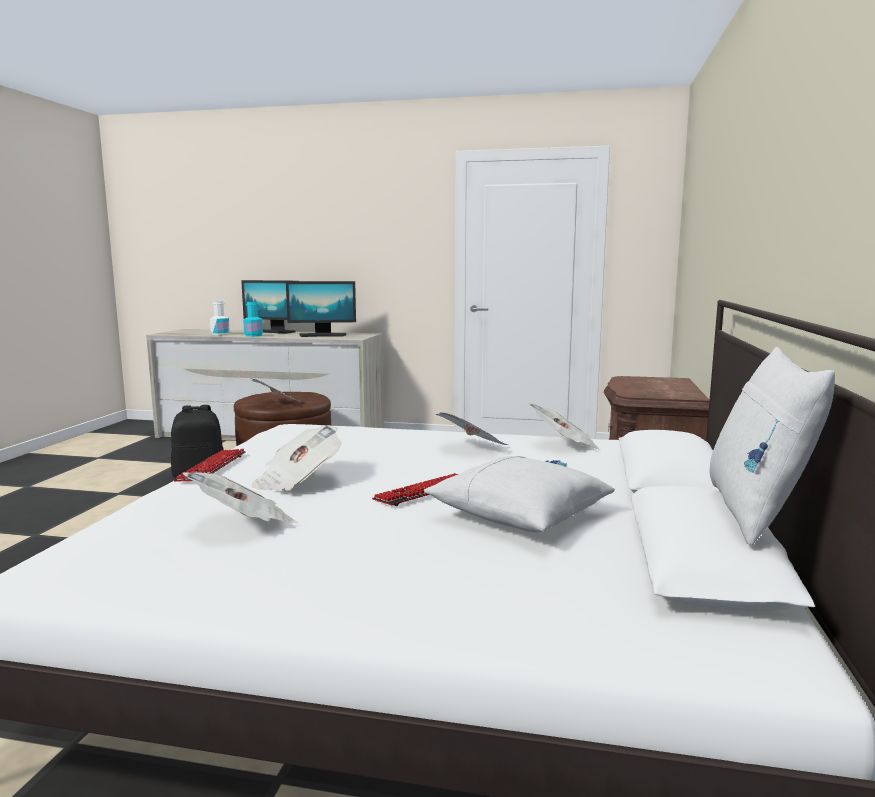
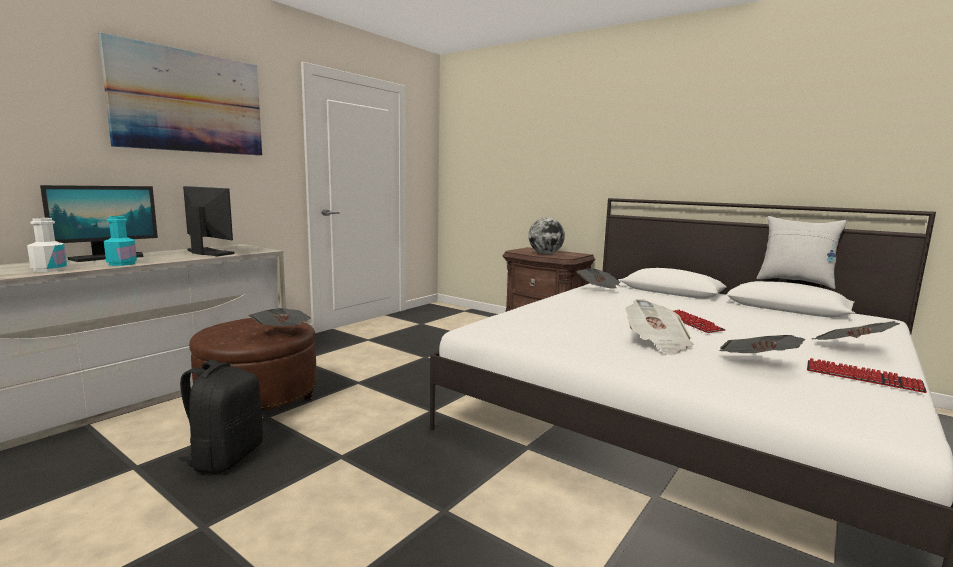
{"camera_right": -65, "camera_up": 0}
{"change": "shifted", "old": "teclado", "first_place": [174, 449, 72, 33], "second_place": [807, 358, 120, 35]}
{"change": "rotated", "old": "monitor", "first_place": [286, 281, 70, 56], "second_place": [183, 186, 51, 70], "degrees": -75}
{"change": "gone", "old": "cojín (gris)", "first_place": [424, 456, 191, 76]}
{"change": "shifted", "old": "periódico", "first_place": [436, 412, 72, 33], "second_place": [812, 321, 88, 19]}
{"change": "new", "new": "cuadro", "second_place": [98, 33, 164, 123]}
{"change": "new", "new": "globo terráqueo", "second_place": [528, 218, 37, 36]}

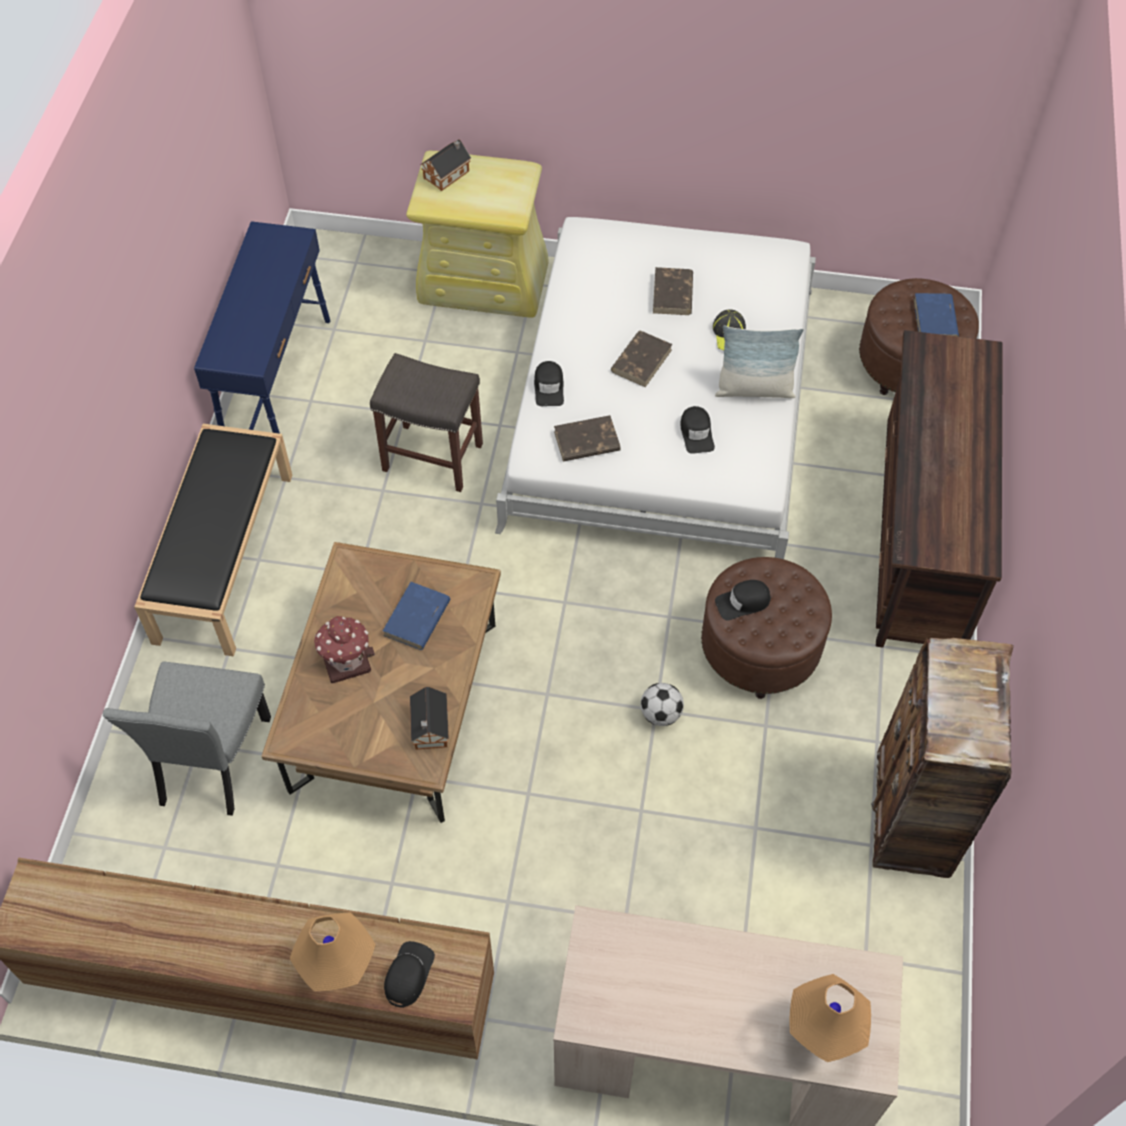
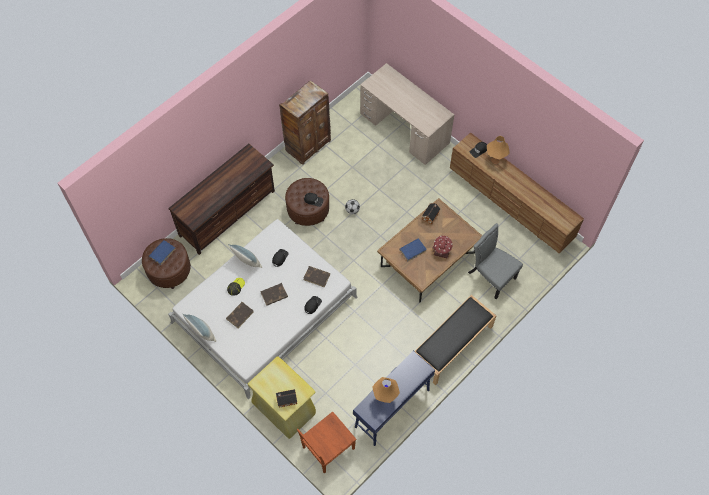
{"camera_right": -145, "camera_up": 5}
{"change": "rotated", "old": "silla (gris)", "first_place": [103, 661, 168, 155], "second_place": [468, 223, 55, 76], "degrees": -90}
{"change": "gone", "old": "taburete (gris)", "first_place": [370, 353, 113, 139]}
{"change": "shifted", "old": "lámpara de mesa (naranja)", "first_place": [789, 974, 82, 88], "second_place": [372, 377, 28, 26]}
{"change": "new", "new": "cojín", "second_place": [183, 314, 33, 28]}
{"change": "new", "new": "silla (marrón)", "second_place": [297, 412, 59, 62]}

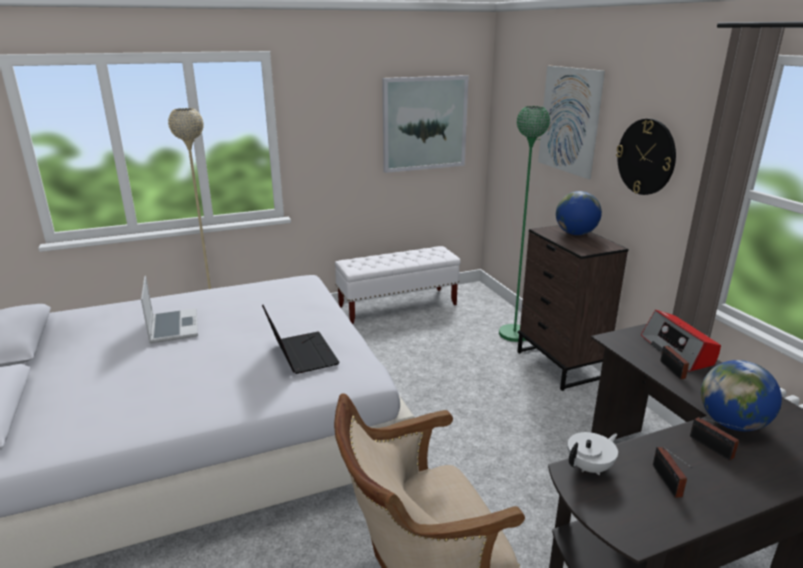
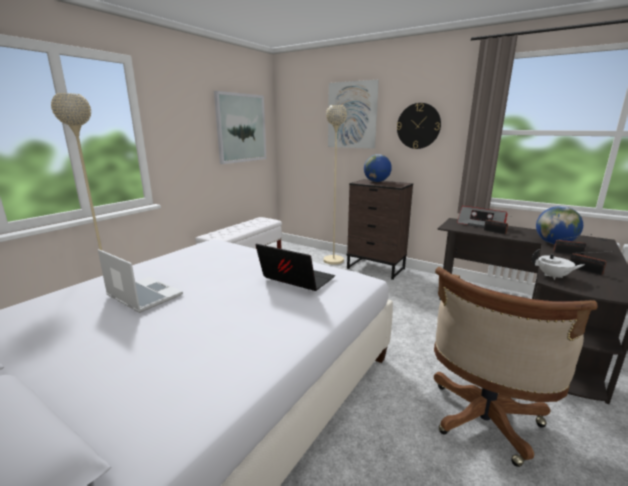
{"camera_right": -35, "camera_up": -5}
{"change": "repainted", "old": "lámpara de pie (verde)", "new": "lámpara de pie (beis)", "first_place": [499, 106, 51, 236], "second_place": [323, 105, 24, 160]}
{"change": "rotated", "old": "tetera (blanco)", "first_place": [568, 432, 50, 43], "second_place": [532, 249, 52, 31], "degrees": 90}

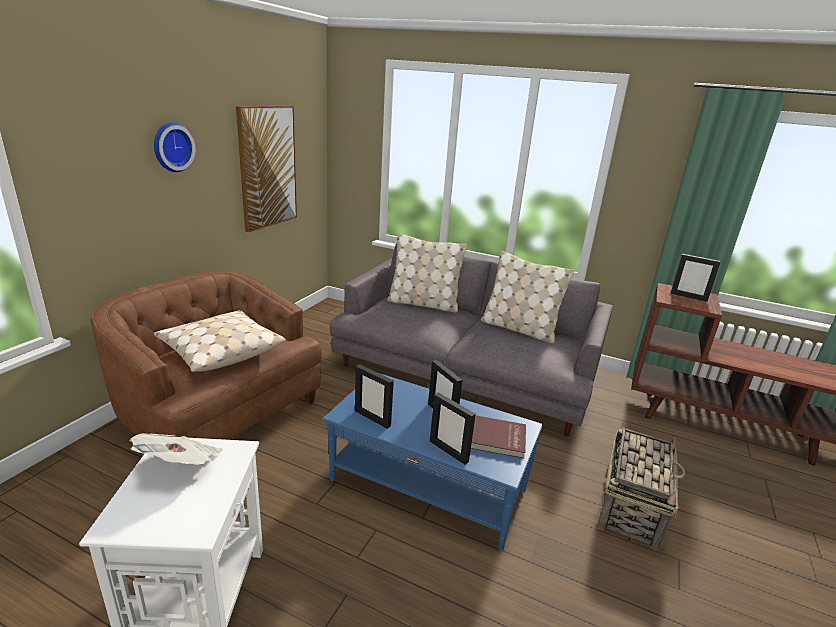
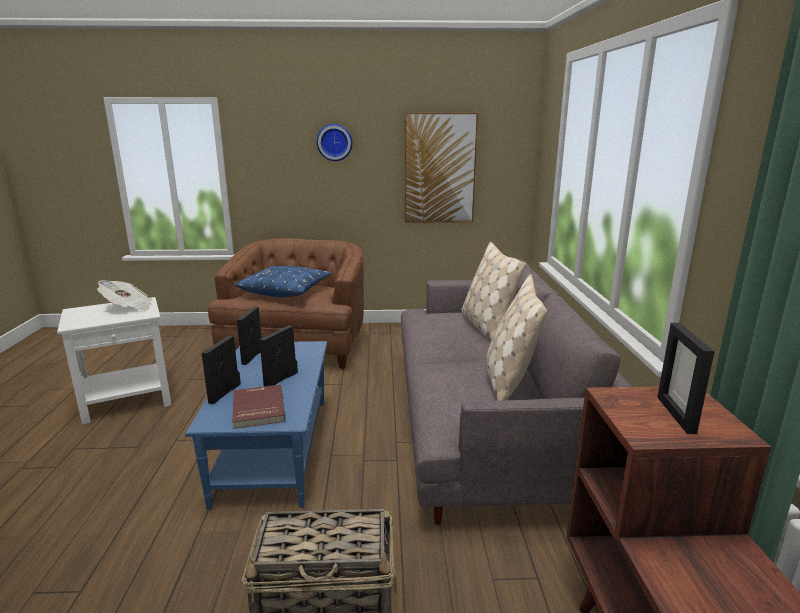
{"camera_right": 65, "camera_up": -5}
{"change": "repainted", "old": "cojín (beis)", "new": "cojín (azul)", "first_place": [154, 310, 132, 62], "second_place": [234, 266, 98, 31]}

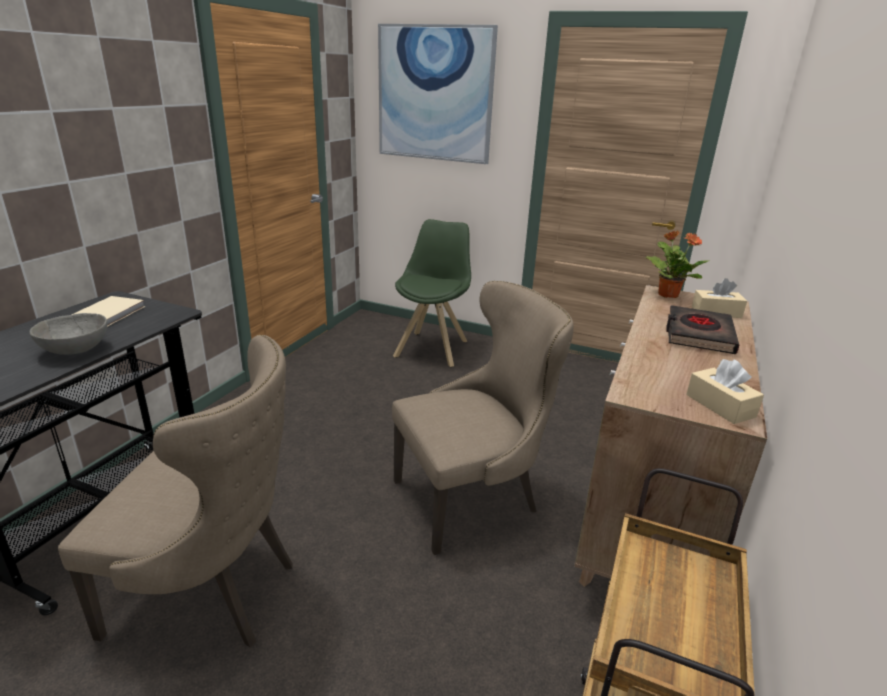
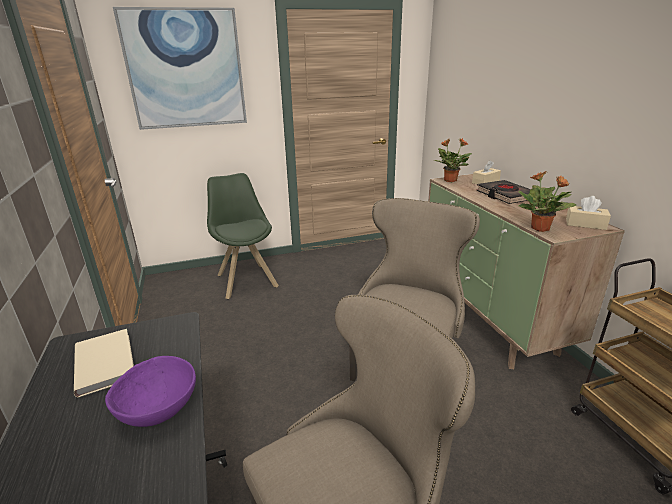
{"camera_right": -40, "camera_up": 0}
{"change": "repainted", "old": "cuenco (gris)", "new": "cuenco (morado)", "first_place": [30, 313, 77, 42], "second_place": [105, 356, 91, 71]}
{"change": "new", "new": "planta en maceta", "second_place": [518, 171, 58, 61]}

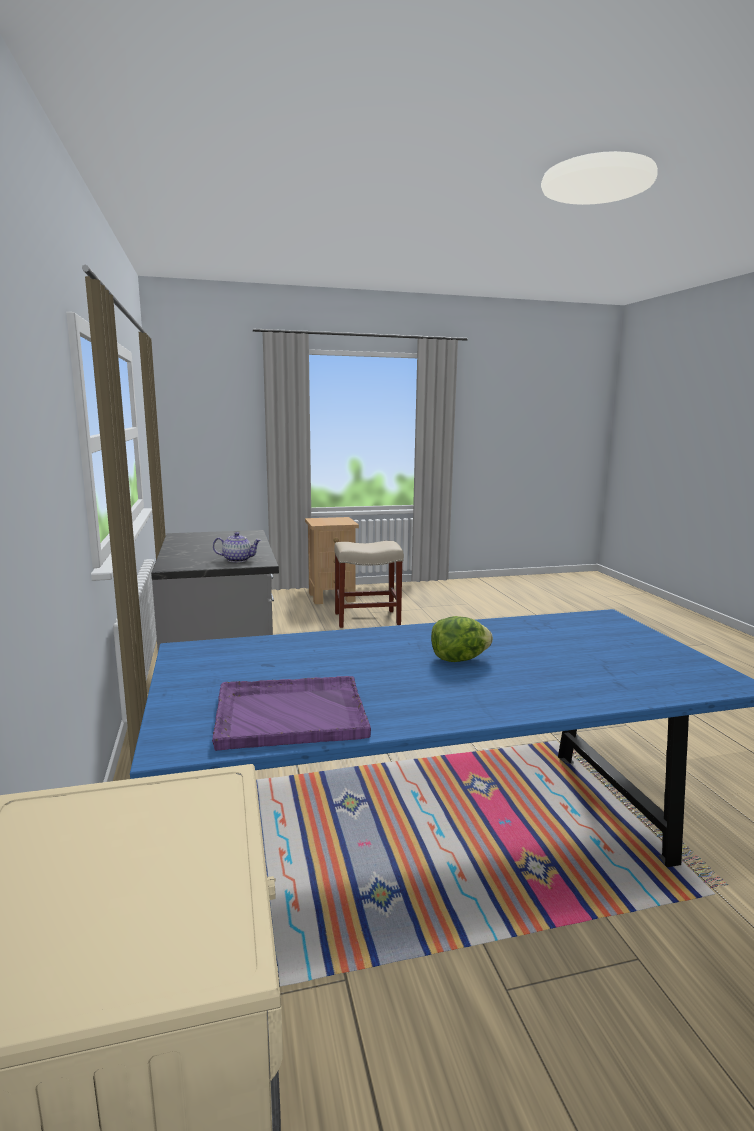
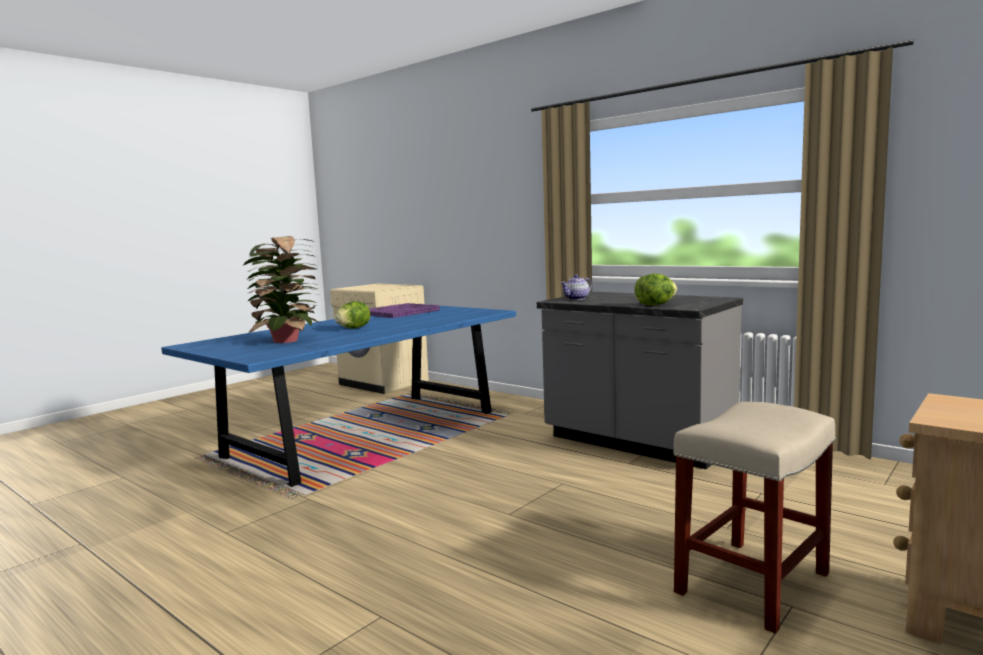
{"camera_right": 145, "camera_up": -5}
{"change": "new", "new": "planta en maceta", "second_place": [243, 236, 77, 107]}
{"change": "new", "new": "lechuga", "second_place": [634, 274, 43, 32]}

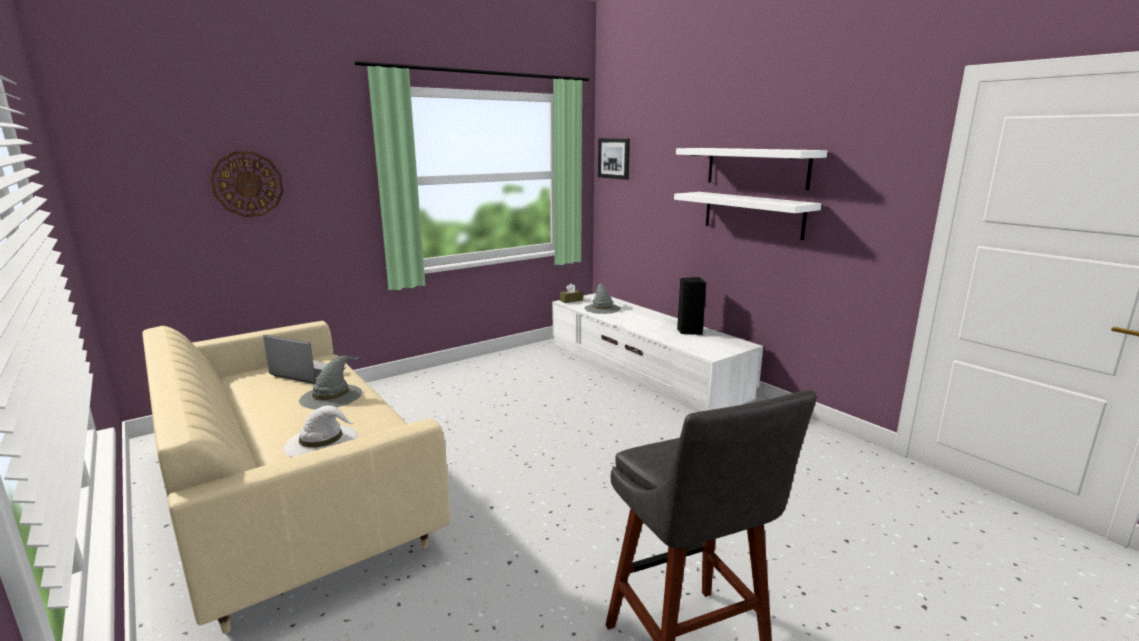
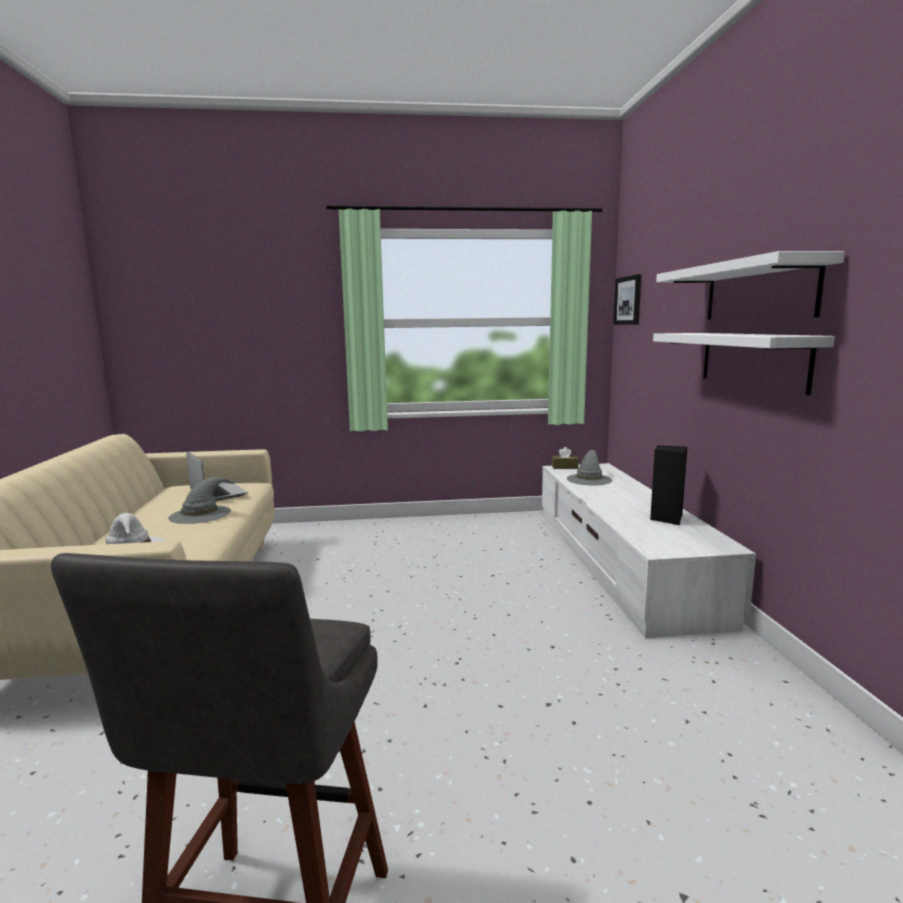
{"camera_right": 30, "camera_up": -5}
{"change": "gone", "old": "reloj de pared", "first_place": [210, 151, 74, 66]}

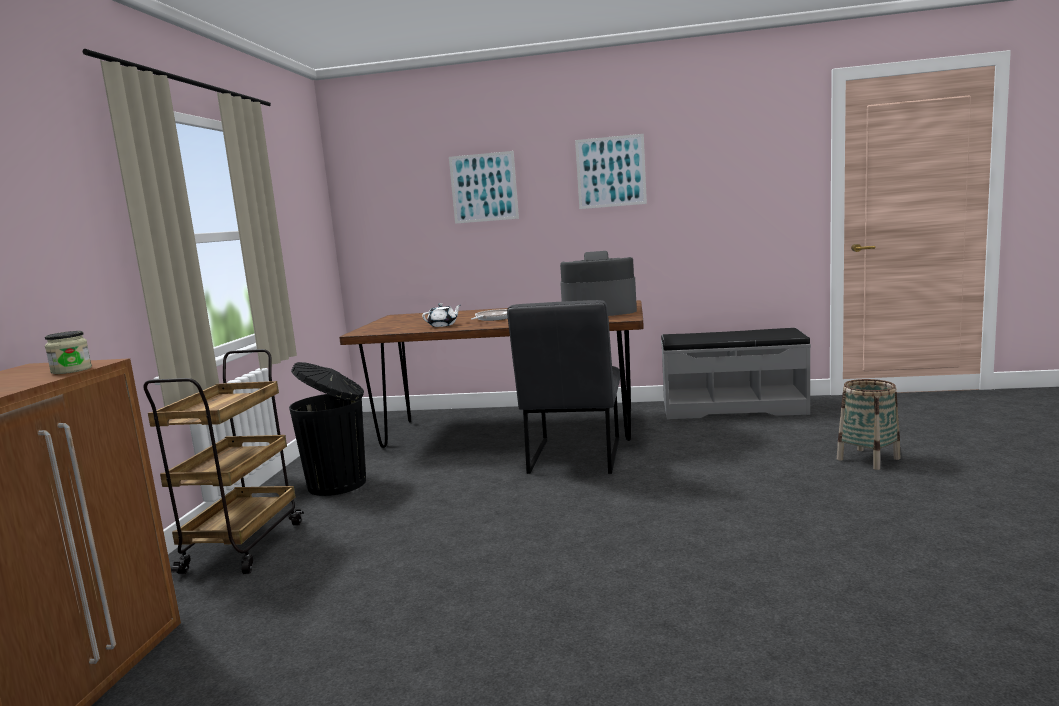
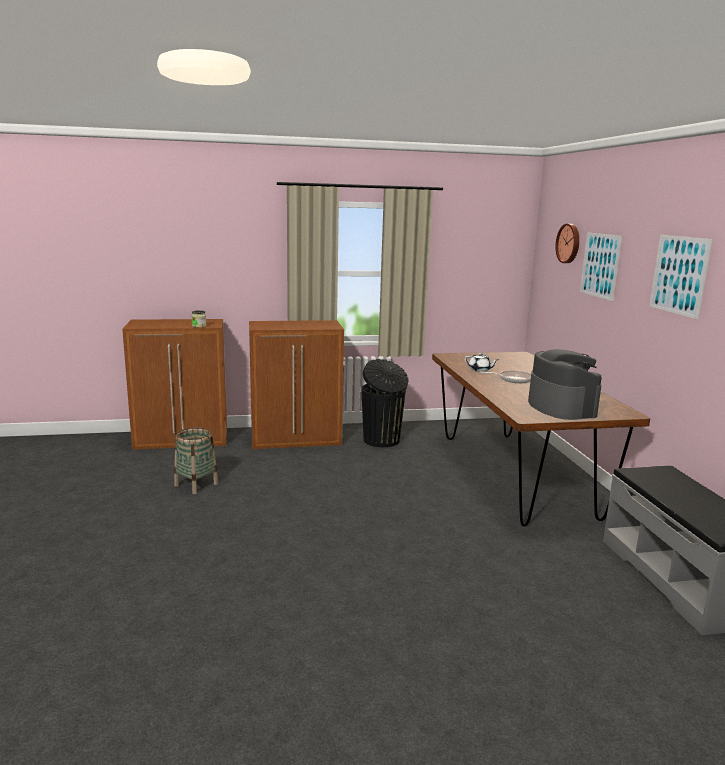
{"camera_right": 70, "camera_up": 5}
{"change": "swapped", "old": "carrito (marrón)", "new": "armario (marrón)", "first_place": [143, 349, 161, 225], "second_place": [249, 320, 95, 129]}
{"change": "gone", "old": "silla (gris)", "first_place": [507, 300, 113, 174]}
{"change": "shifted", "old": "cesta", "first_place": [837, 379, 63, 91], "second_place": [174, 427, 44, 67]}
{"change": "new", "new": "reloj de pared", "second_place": [555, 224, 24, 39]}

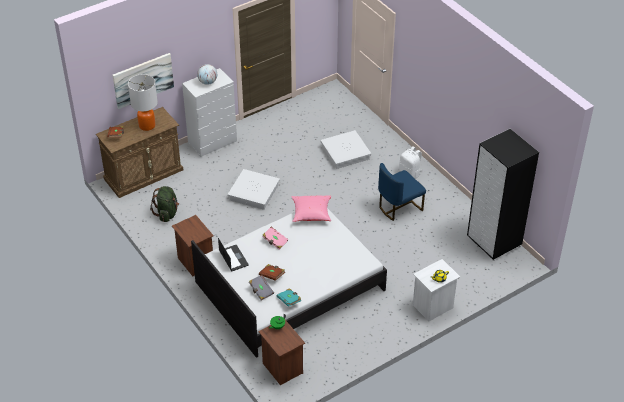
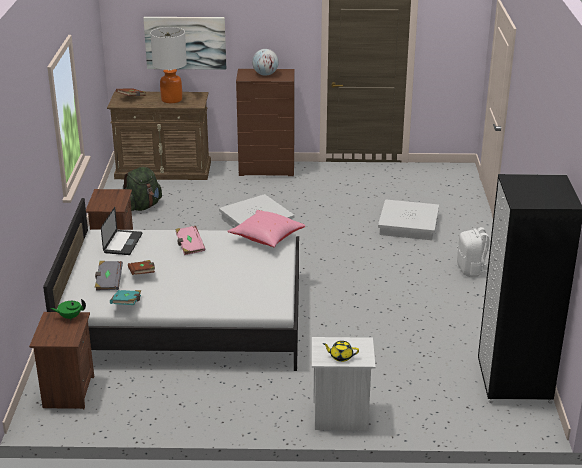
{"camera_right": 35, "camera_up": -15}
{"change": "repainted", "old": "cómoda (blanco)", "new": "cómoda (marrón)", "first_place": [182, 68, 55, 89], "second_place": [236, 69, 59, 107]}
{"change": "gone", "old": "silla (azul)", "first_place": [378, 163, 48, 58]}

